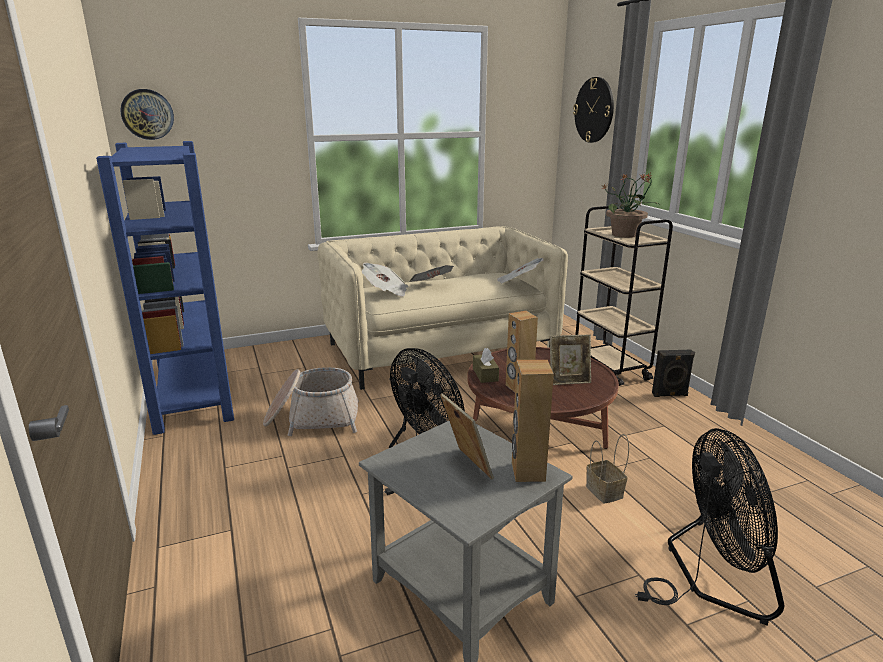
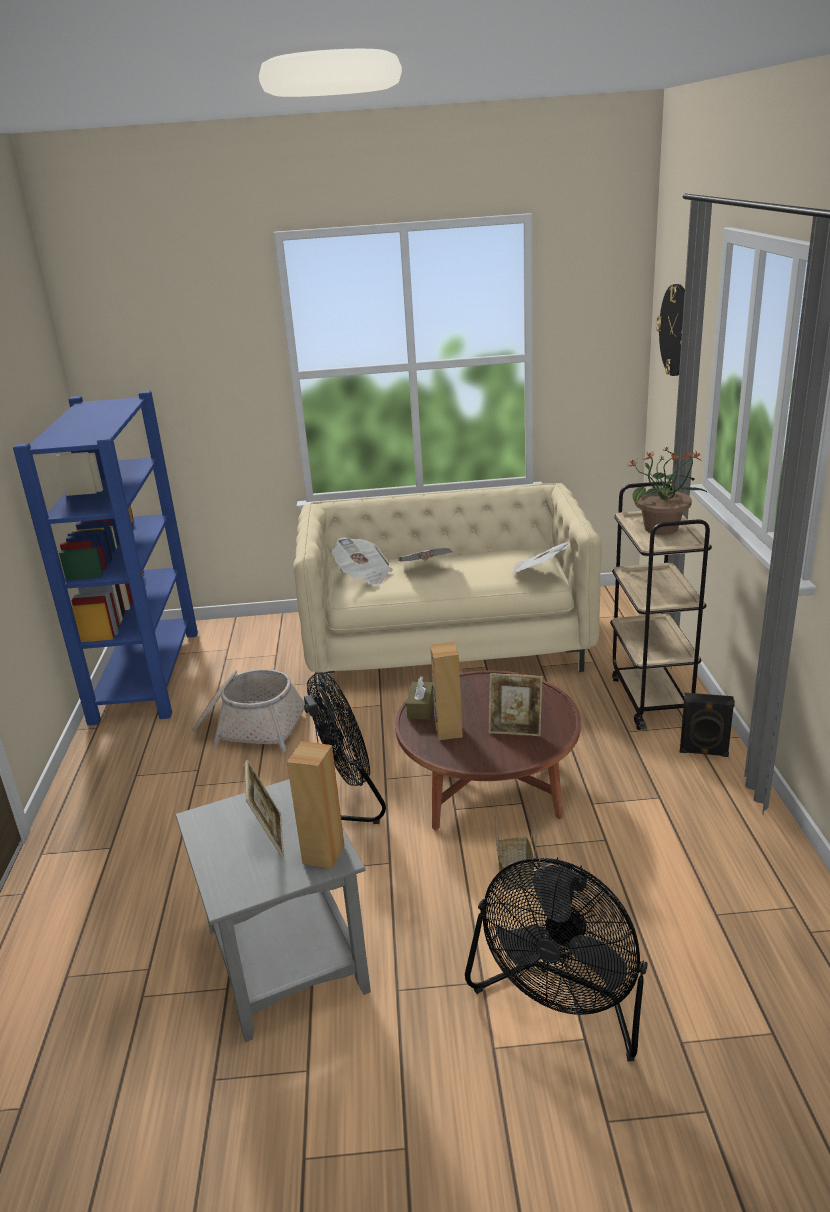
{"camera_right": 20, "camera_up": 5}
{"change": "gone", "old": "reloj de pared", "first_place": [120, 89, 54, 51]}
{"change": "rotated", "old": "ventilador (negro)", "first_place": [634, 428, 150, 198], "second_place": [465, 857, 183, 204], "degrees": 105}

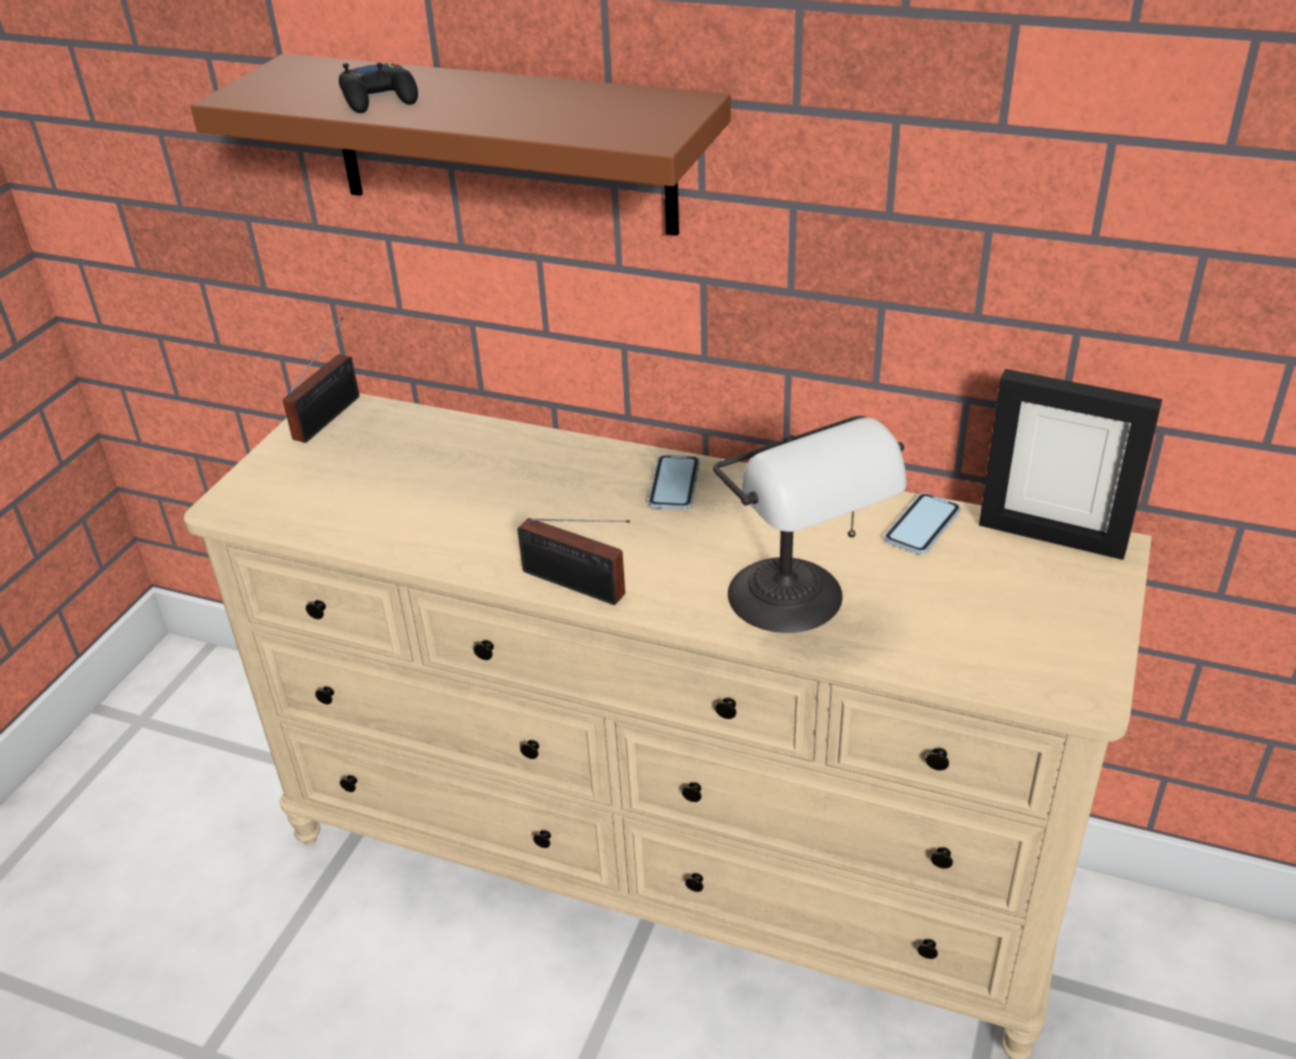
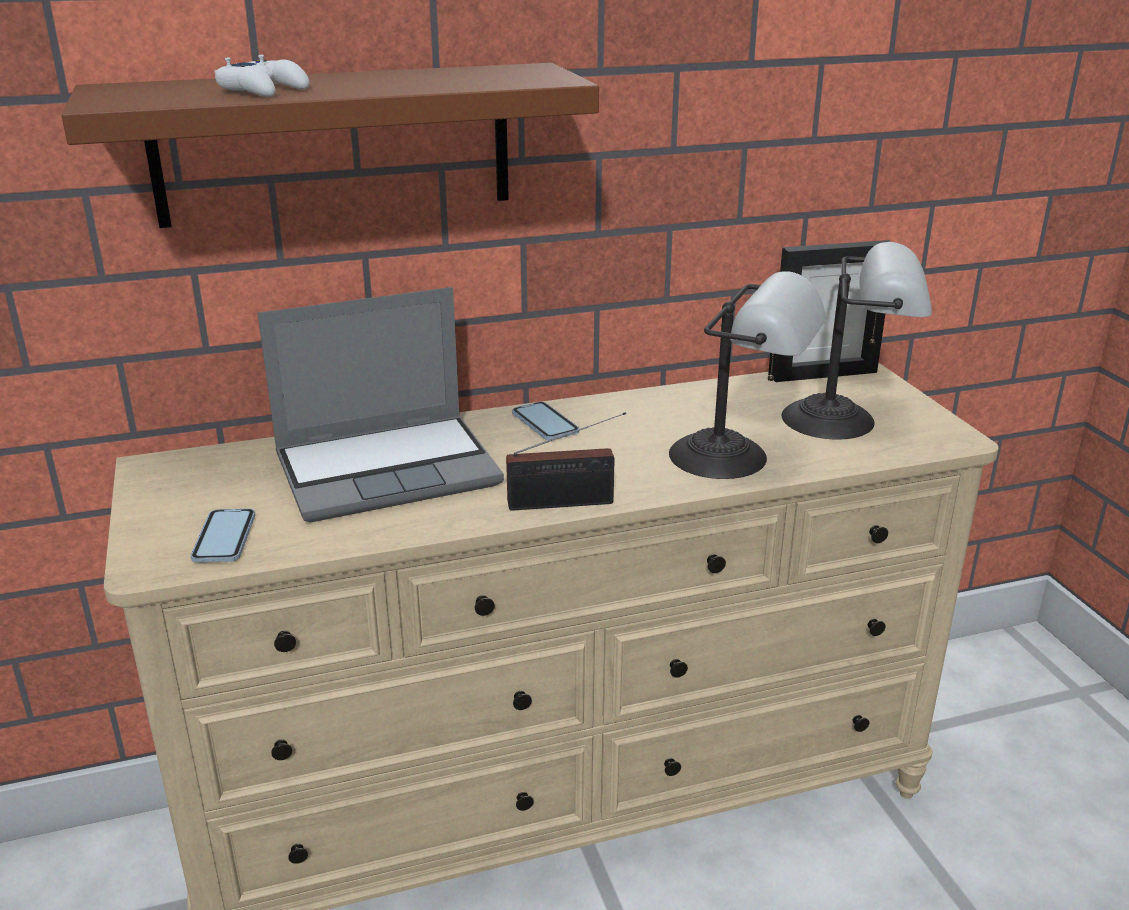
{"camera_right": -40, "camera_up": -10}
{"change": "gone", "old": "radio", "first_place": [283, 317, 76, 126]}
{"change": "repainted", "old": "mando de consola (negro)", "new": "mando de consola (blanco)", "first_place": [339, 63, 79, 50], "second_place": [215, 55, 95, 42]}
{"change": "shifted", "old": "móvil", "first_place": [884, 493, 76, 62], "second_place": [191, 508, 64, 55]}
{"change": "new", "new": "portátil", "second_place": [257, 287, 247, 235]}
{"change": "new", "new": "lámpara de mesa", "second_place": [781, 242, 151, 197]}

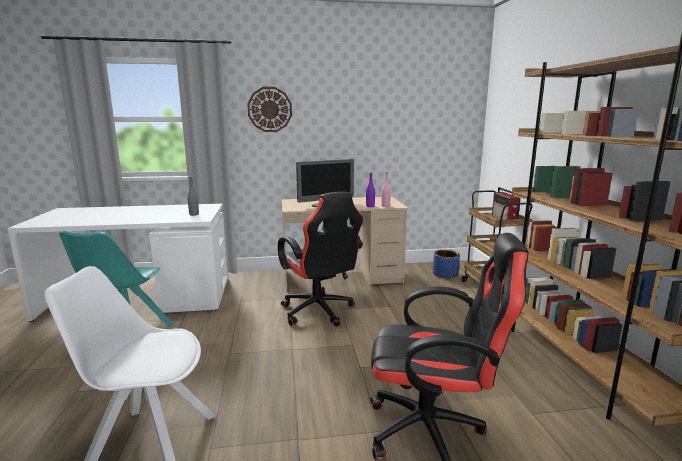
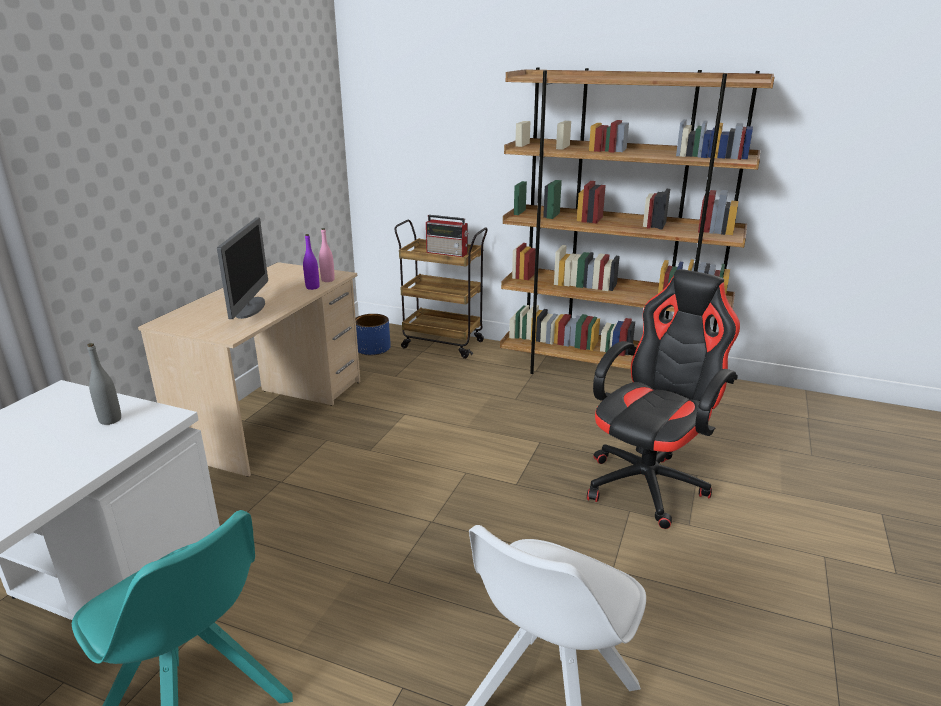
{"camera_right": -60, "camera_up": 10}
{"change": "gone", "old": "reloj de pared", "first_place": [247, 87, 45, 45]}
{"change": "gone", "old": "silla de oficina (negro)", "first_place": [278, 192, 85, 135]}

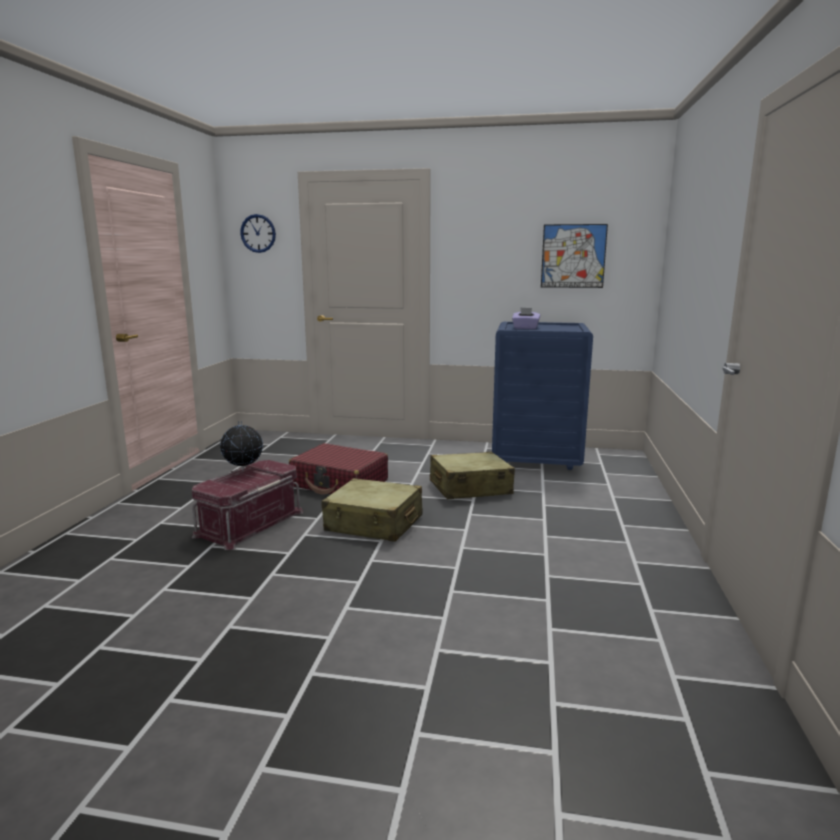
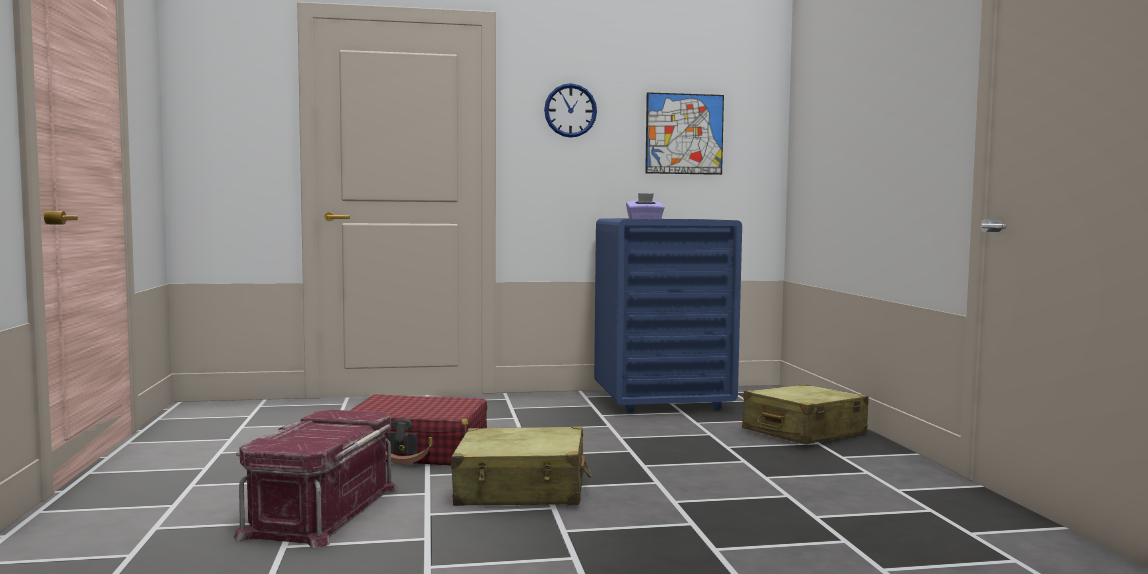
{"camera_right": -20, "camera_up": -10}
{"change": "gone", "old": "globo terráqueo", "first_place": [220, 421, 43, 50]}
{"change": "shifted", "old": "reloj de pared", "first_place": [240, 214, 36, 39], "second_place": [544, 83, 53, 55]}
{"change": "shifted", "old": "maleta (beis)", "first_place": [430, 452, 85, 47], "second_place": [742, 384, 126, 60]}

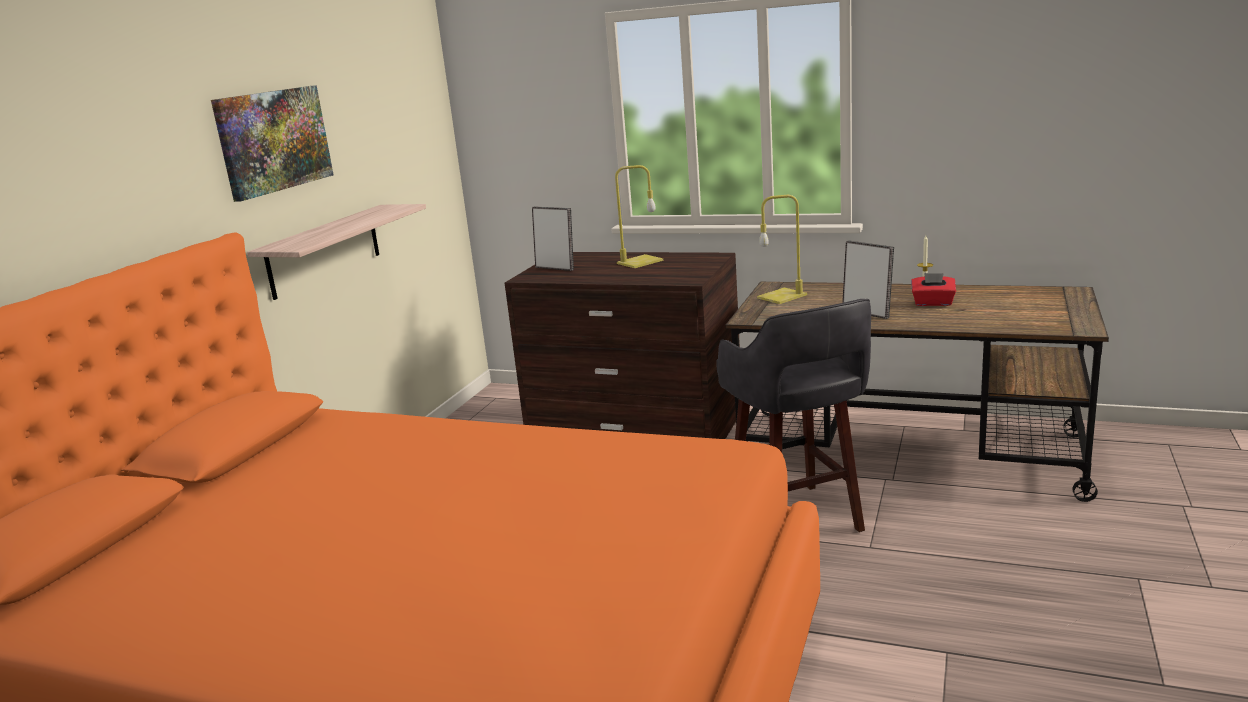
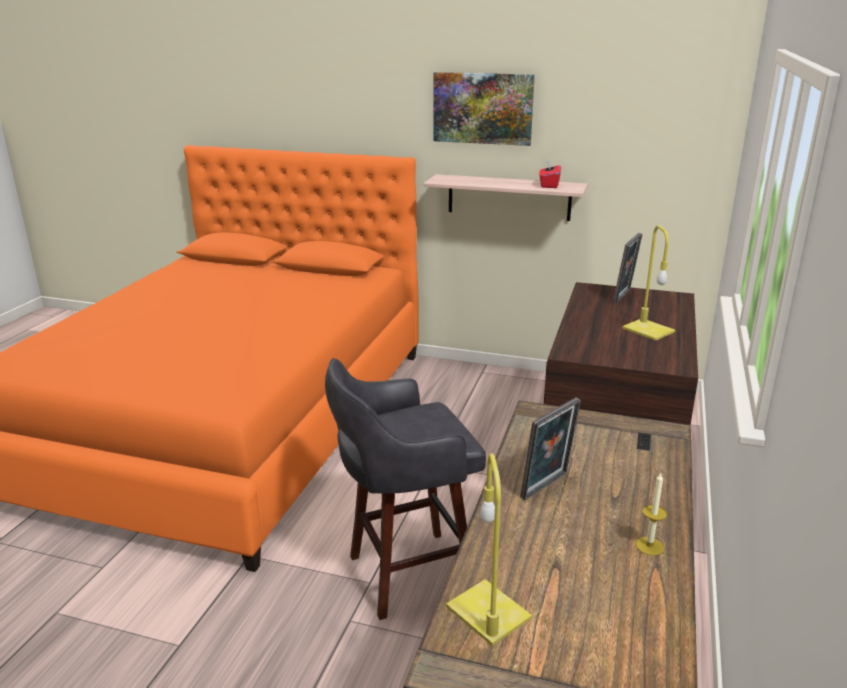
{"camera_right": 85, "camera_up": 5}
{"change": "shifted", "old": "lámpara de mesa (amarillo)", "first_place": [757, 195, 50, 109], "second_place": [446, 453, 86, 193]}
{"change": "shifted", "old": "caja de pañuelos (rojo)", "first_place": [911, 273, 45, 33], "second_place": [539, 159, 22, 29]}

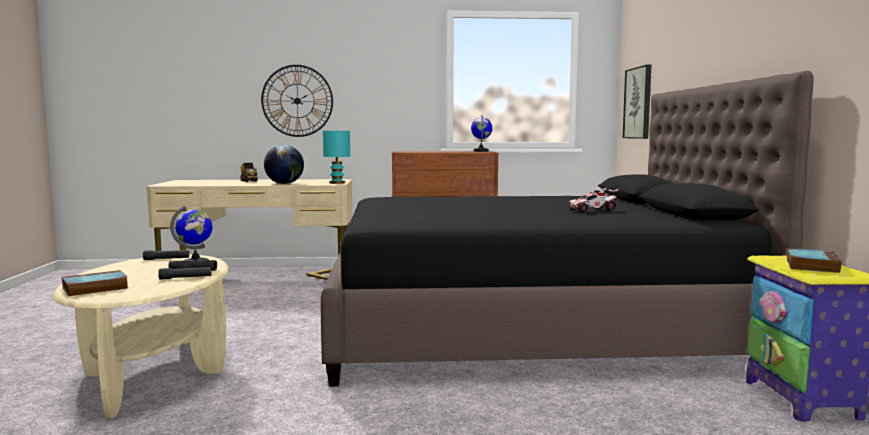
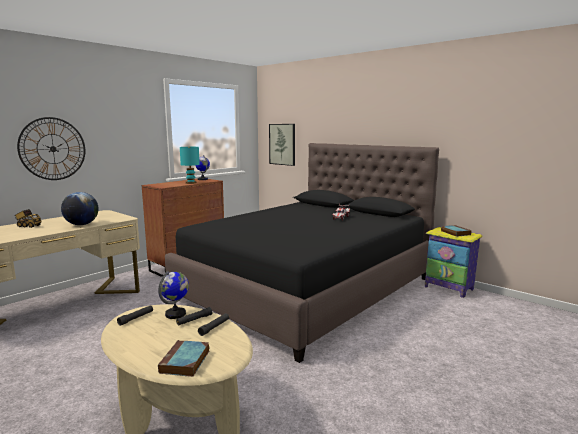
{"camera_right": -45, "camera_up": 5}
{"change": "shifted", "old": "lámpara de mesa (turquesa)", "first_place": [323, 130, 27, 54], "second_place": [180, 147, 20, 37]}

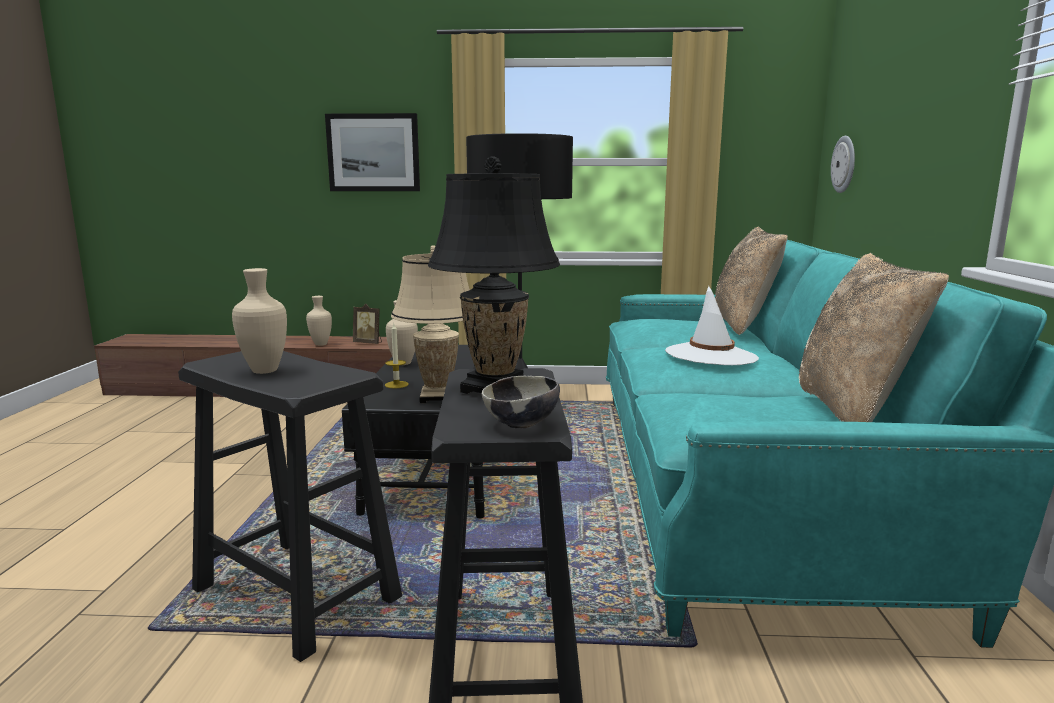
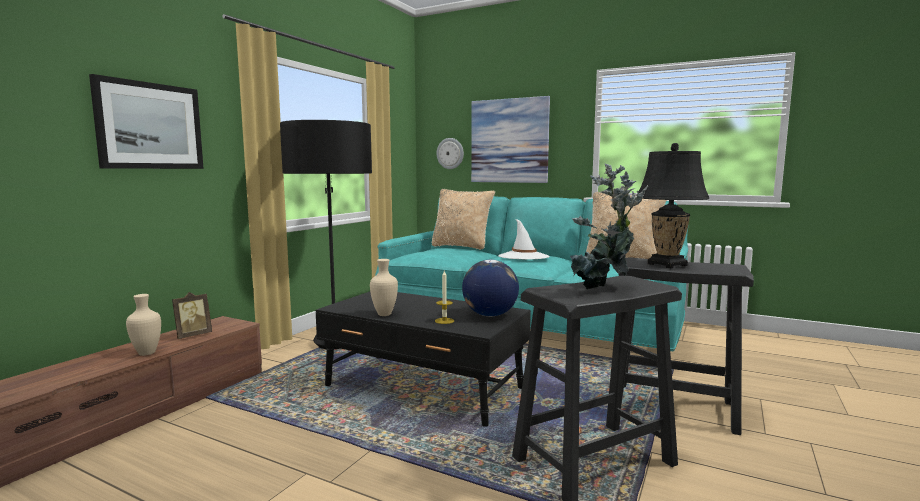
{"camera_right": -65, "camera_up": -5}
{"change": "swapped", "old": "florero (beis)", "new": "planta en maceta", "first_place": [232, 268, 55, 106], "second_place": [570, 163, 78, 126]}
{"change": "swapped", "old": "lámpara de mesa (beis)", "new": "globo terráqueo", "first_place": [391, 245, 79, 158], "second_place": [462, 260, 57, 56]}
{"change": "gone", "old": "cuenco", "first_place": [482, 376, 78, 53]}
{"change": "new", "new": "cuadro", "second_place": [471, 96, 79, 87]}

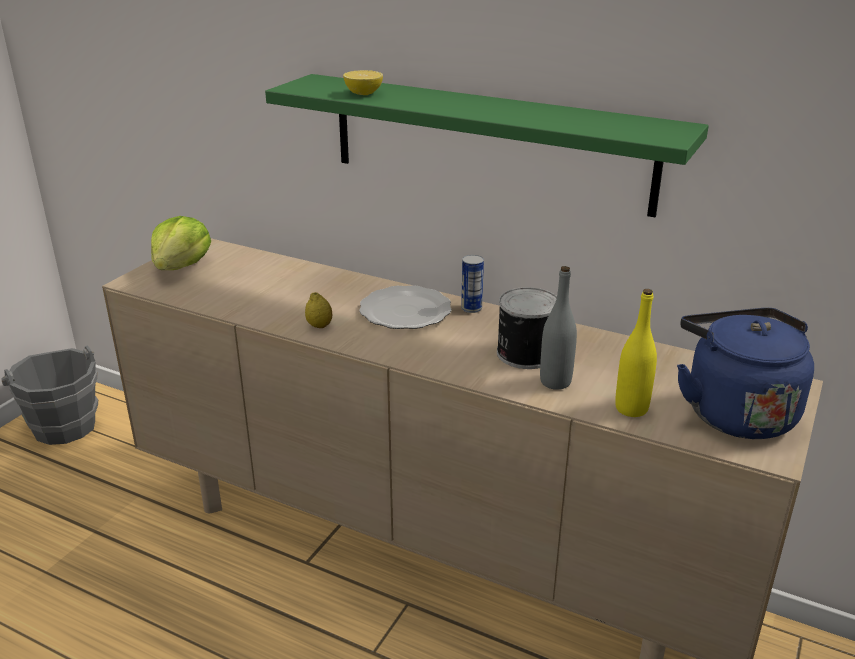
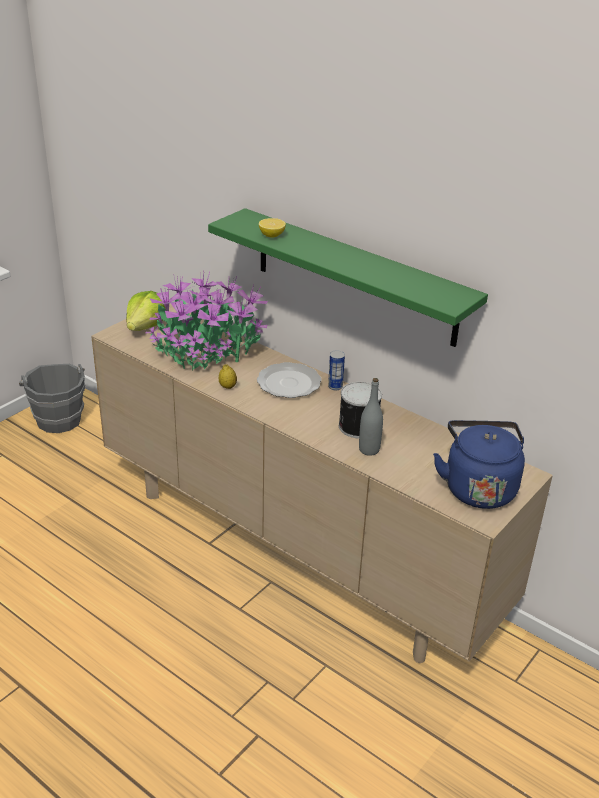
{"camera_right": 10, "camera_up": 5}
{"change": "gone", "old": "botella (amarillo)", "first_place": [615, 289, 42, 128]}
{"change": "new", "new": "planta en maceta", "second_place": [145, 272, 123, 99]}

